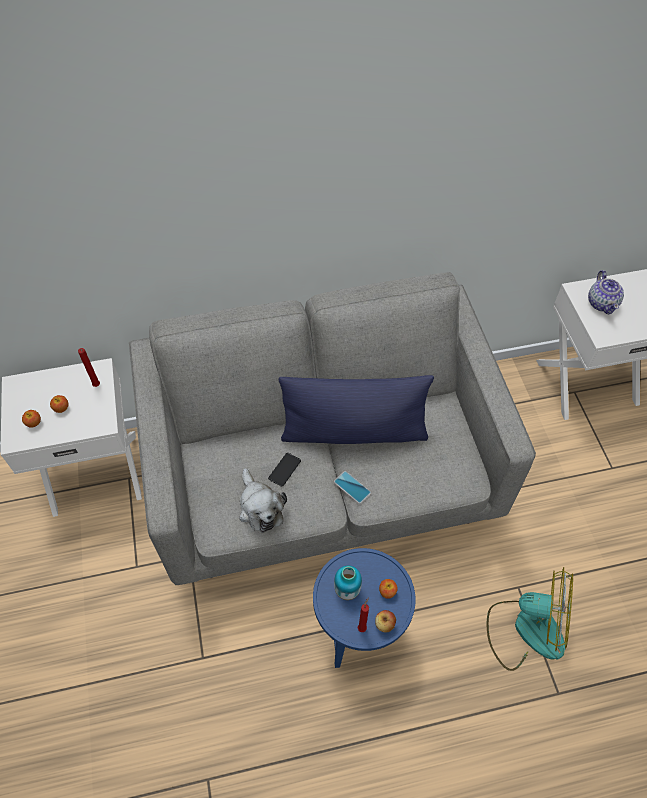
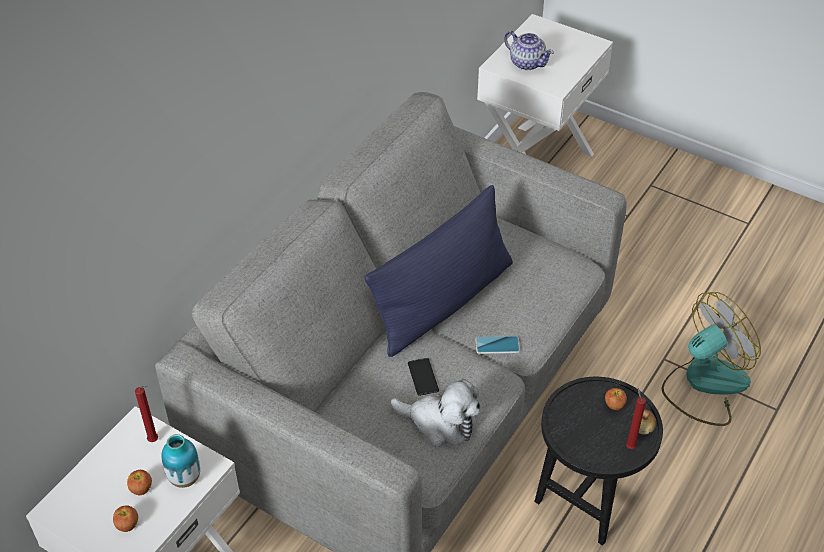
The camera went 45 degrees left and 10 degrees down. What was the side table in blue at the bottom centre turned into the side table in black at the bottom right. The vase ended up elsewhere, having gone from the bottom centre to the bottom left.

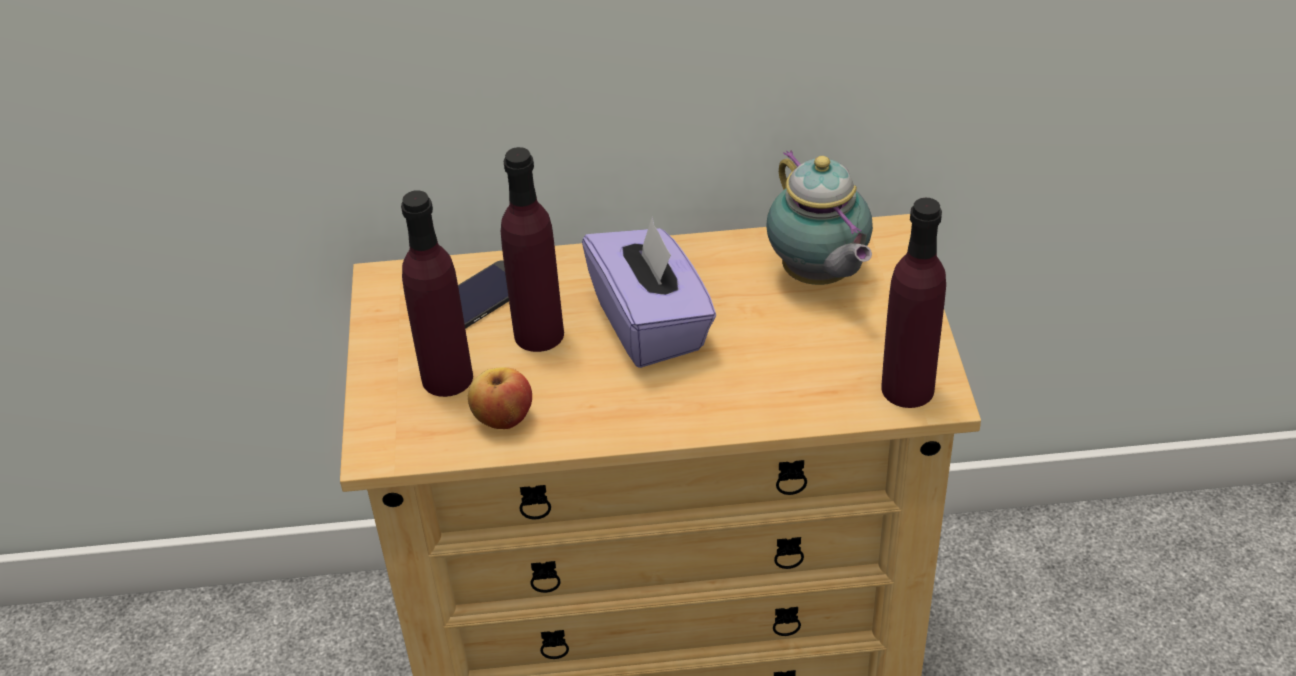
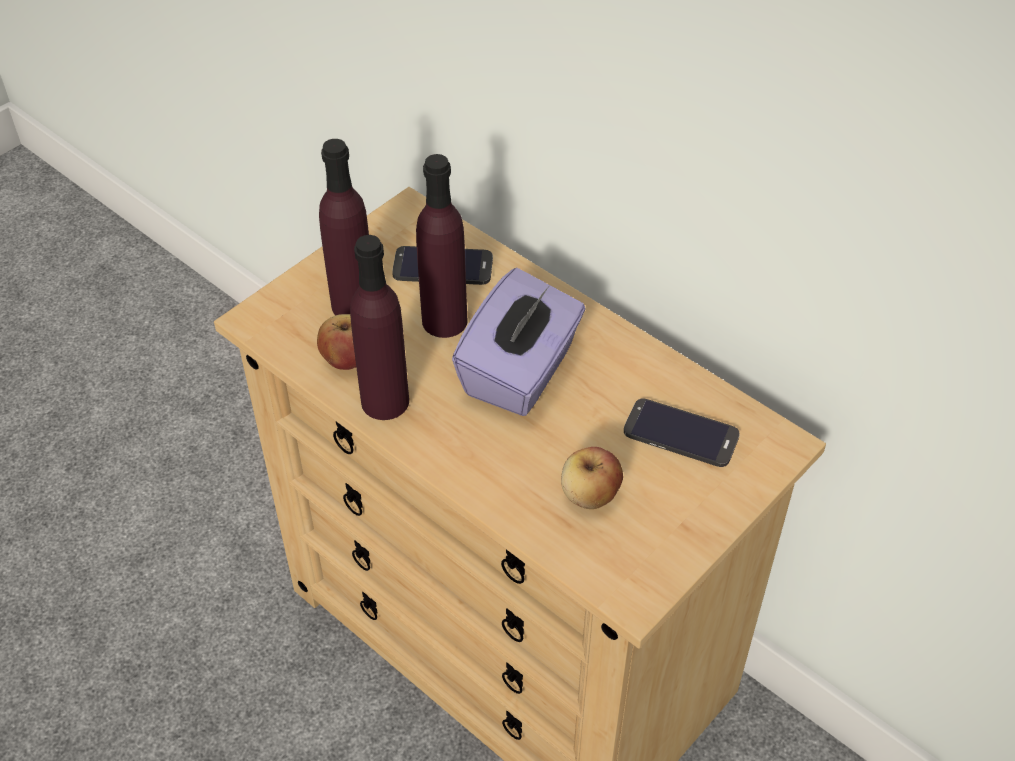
The camera went 45 degrees right and 5 degrees up. Where the teapot stood at the top centre, the phone (no. 2 from left) came to stand at the middle right. The bottle in purple (no. 3 from left in the first image) ended up elsewhere, having gone from the middle right to the centre. The second view gained the apple (no. 2 from left) at the centre.

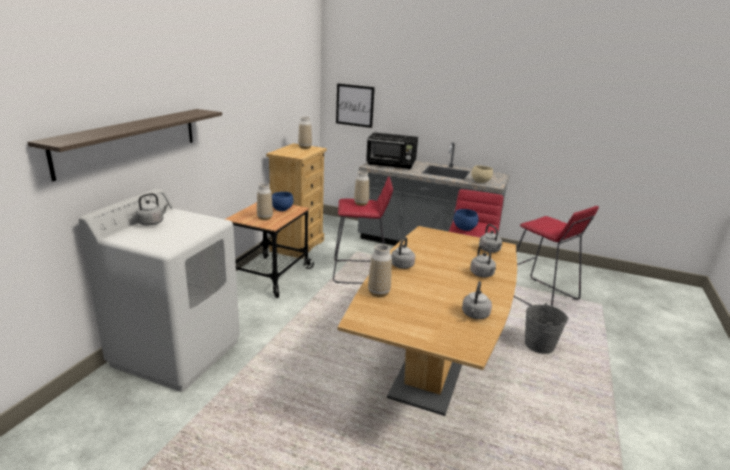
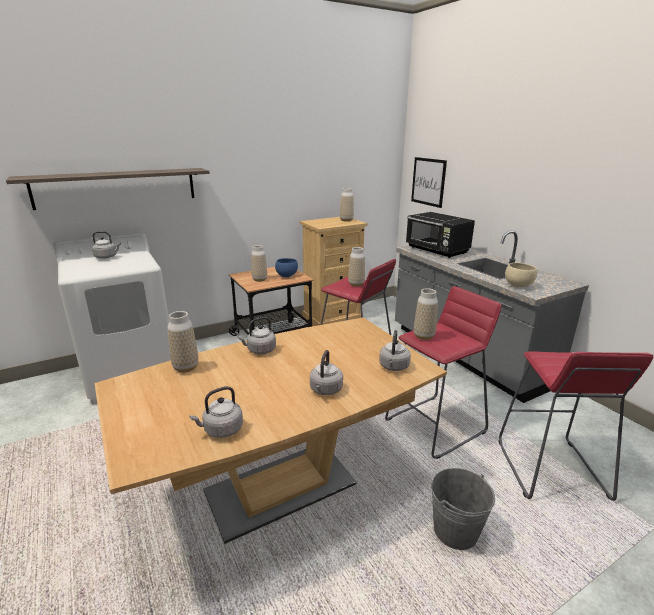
The camera went 40 degrees right and 0 degrees up. Where the bowl in blue (no. 2 from left) stood at the centre, the vase (no. 5 from left) came to stand at the centre.

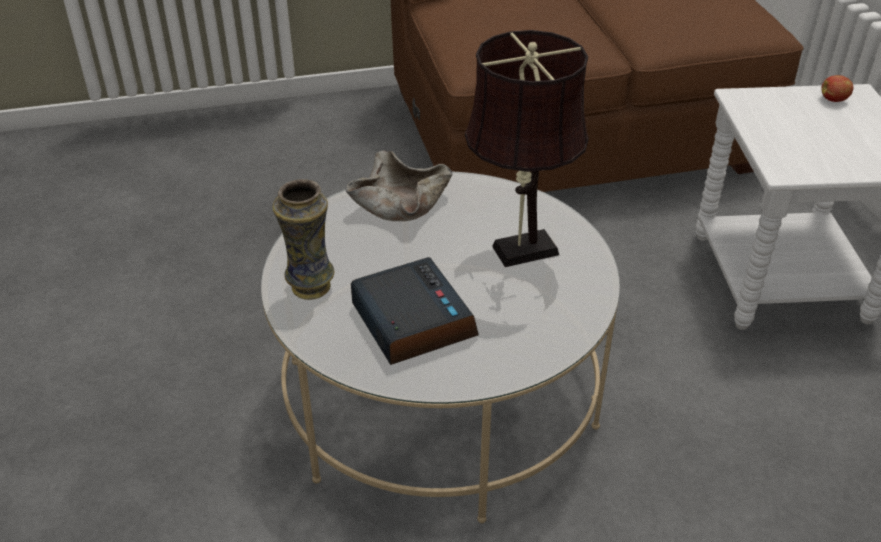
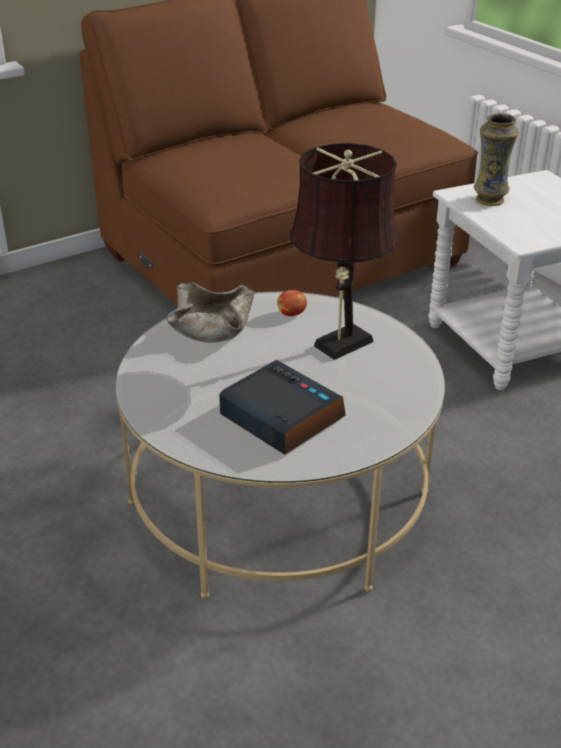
The camera went 20 degrees left and 5 degrees down. The vase ended up elsewhere, having gone from the centre to the top right. The apple ended up elsewhere, having gone from the top right to the centre.

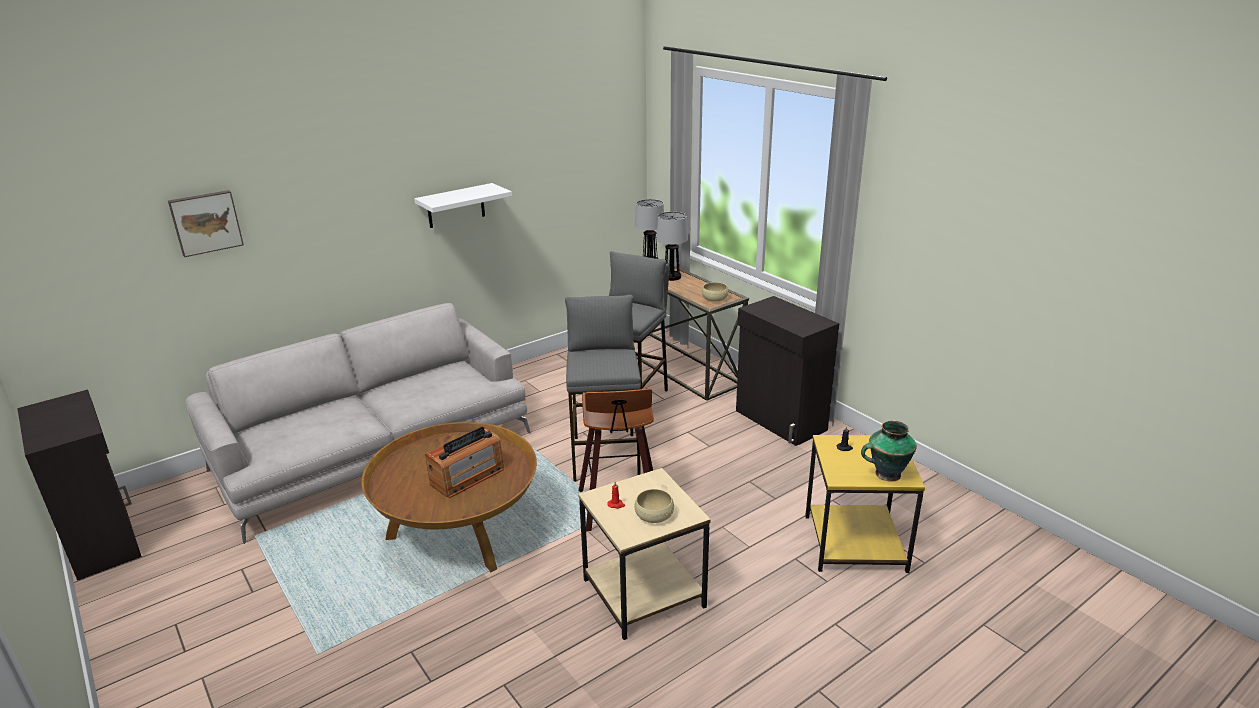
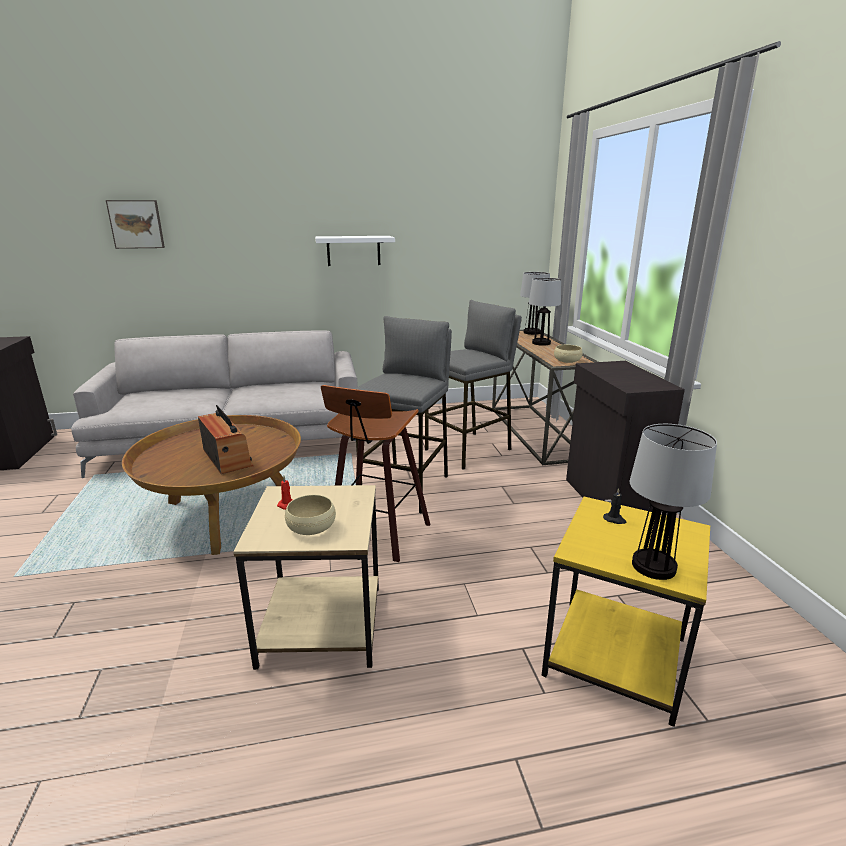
The camera went 25 degrees right and 5 degrees down. The radio at the centre ended up facing another way, 105 degrees counterclockwise from before. Where the vase stood at the middle right, the table lamp (no. 3 from left) came to stand at the middle right.

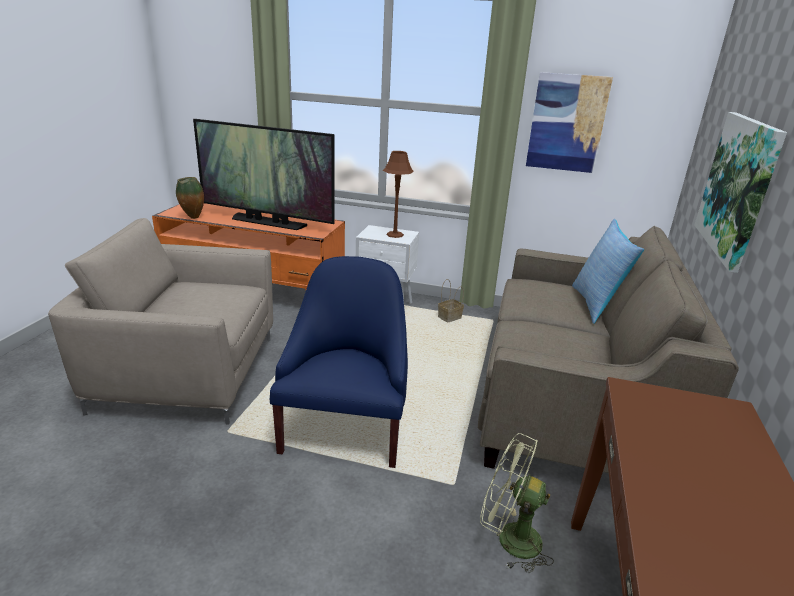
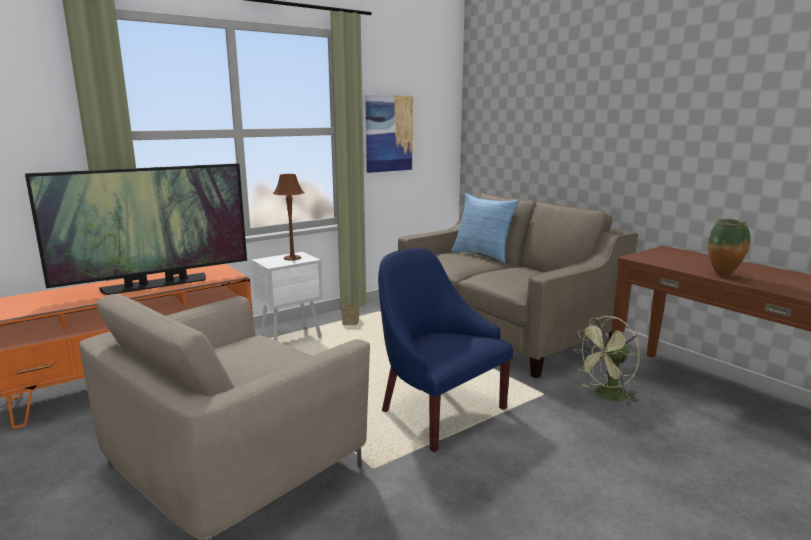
The camera went 50 degrees left and 10 degrees down. The vase ended up elsewhere, having gone from the top left to the middle right. The second view lost the picture (no. 2 from left) at the top right.

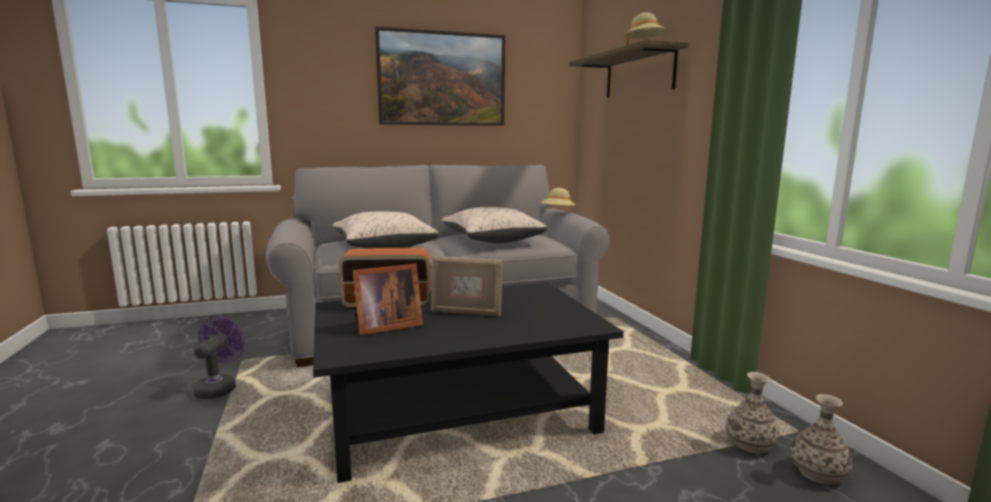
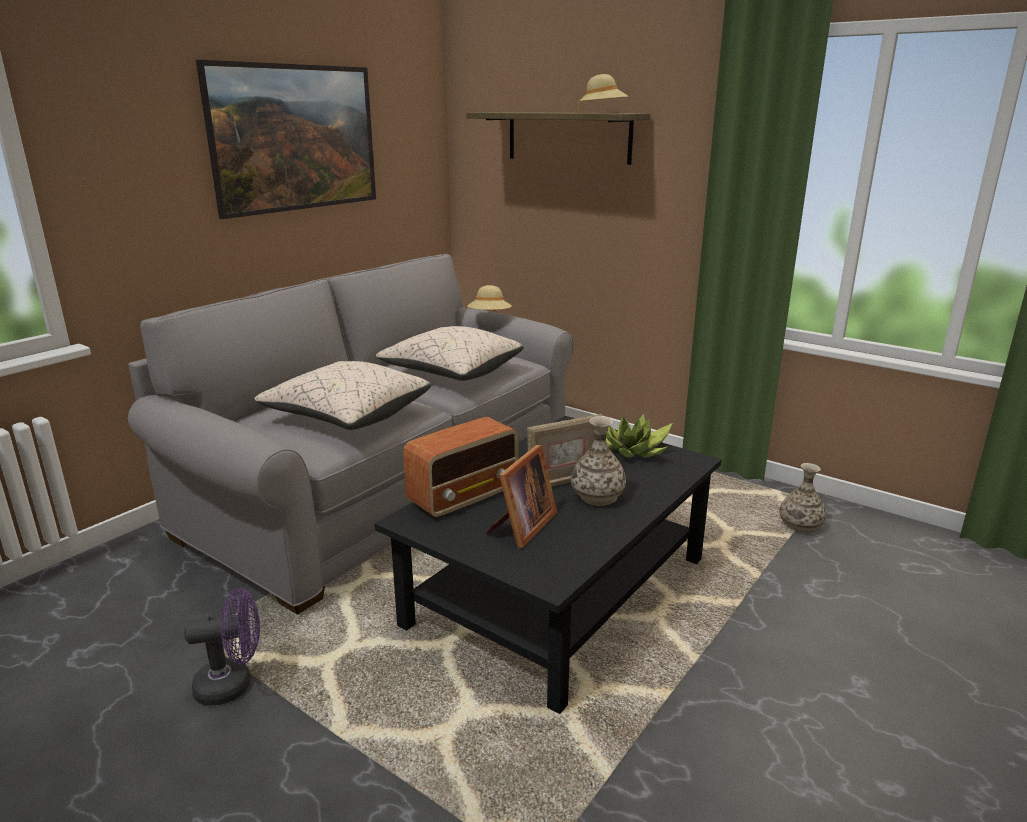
The camera went 35 degrees left and 10 degrees up. The fan in purple at the bottom left ended up facing another way, 105 degrees clockwise from before. The vase (no. 2 from left in the first image) ended up elsewhere, having gone from the bottom right to the centre. The second view gained the potted plant at the centre.

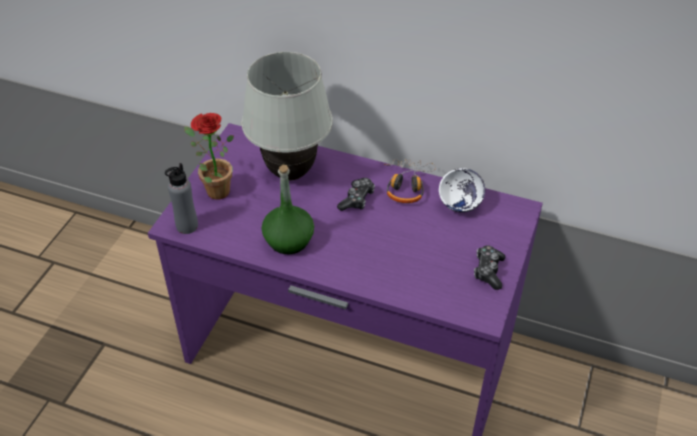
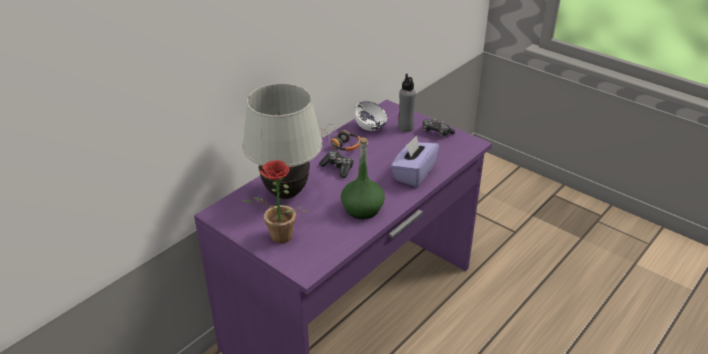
The camera went 70 degrees left and 10 degrees down. The bottle in grey ended up elsewhere, having gone from the middle left to the top centre. The second view gained the tissue box in purple at the centre.

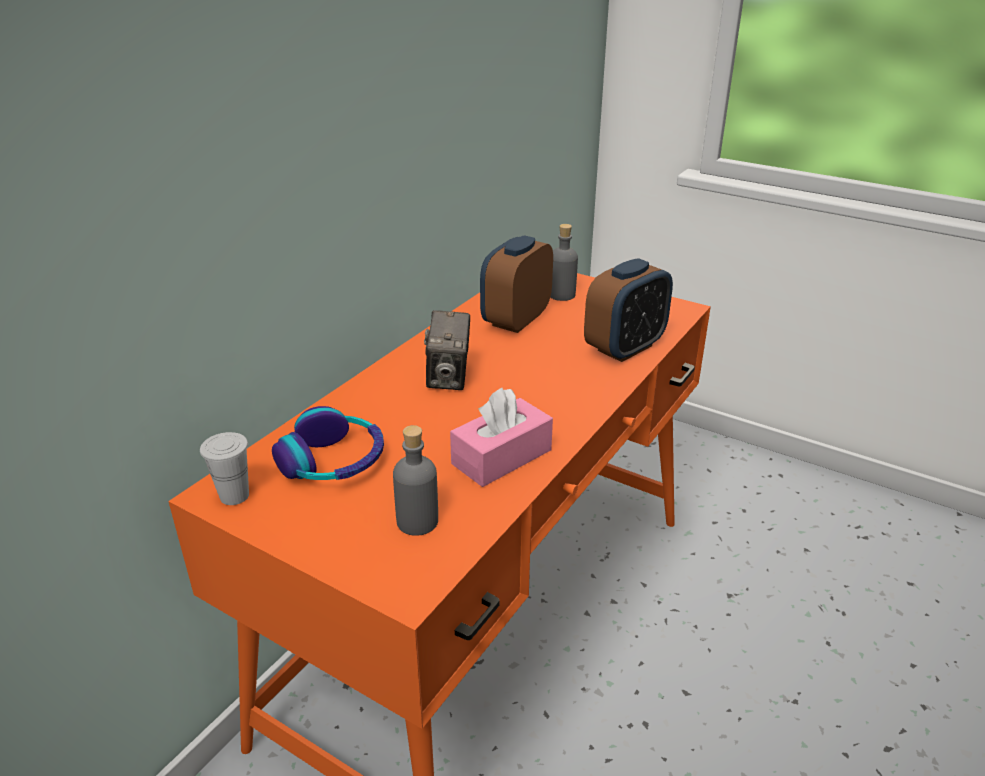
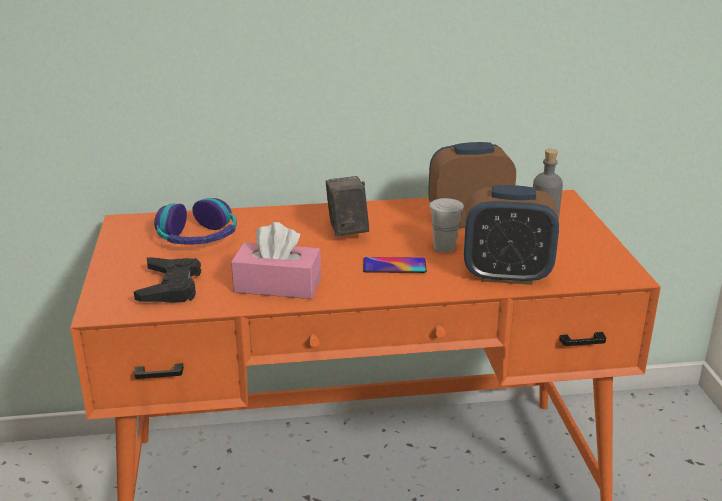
The camera went 50 degrees right and 5 degrees down. The cup in white ended up elsewhere, having gone from the middle left to the centre. Where the bottle in grey (no. 1 from left) stood at the centre, the game controller in black came to stand at the middle left. The photo camera at the centre ended up facing another way, 120 degrees clockwise from before. The second view gained the phone at the centre.

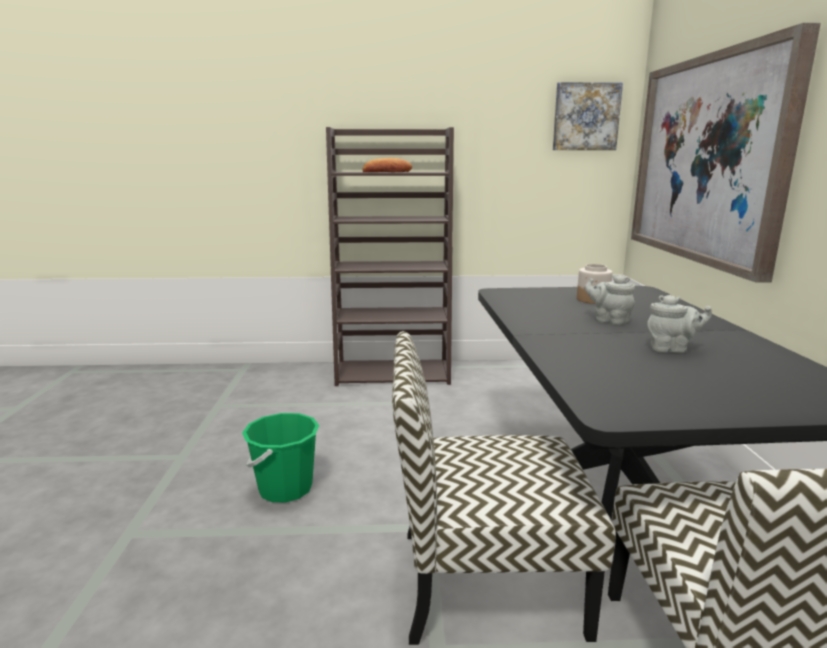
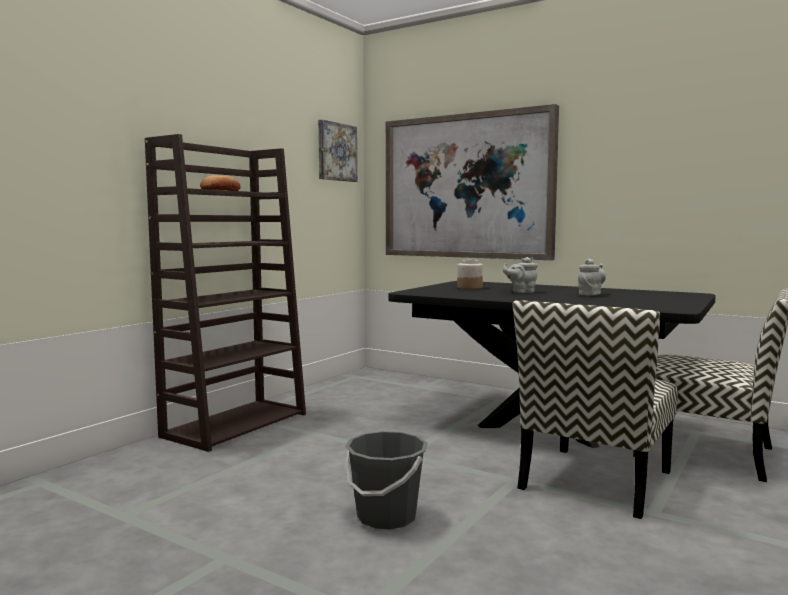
The camera went 55 degrees left and 10 degrees down. What was the bucket in green at the bottom centre turned into the bucket in grey at the bottom centre.

